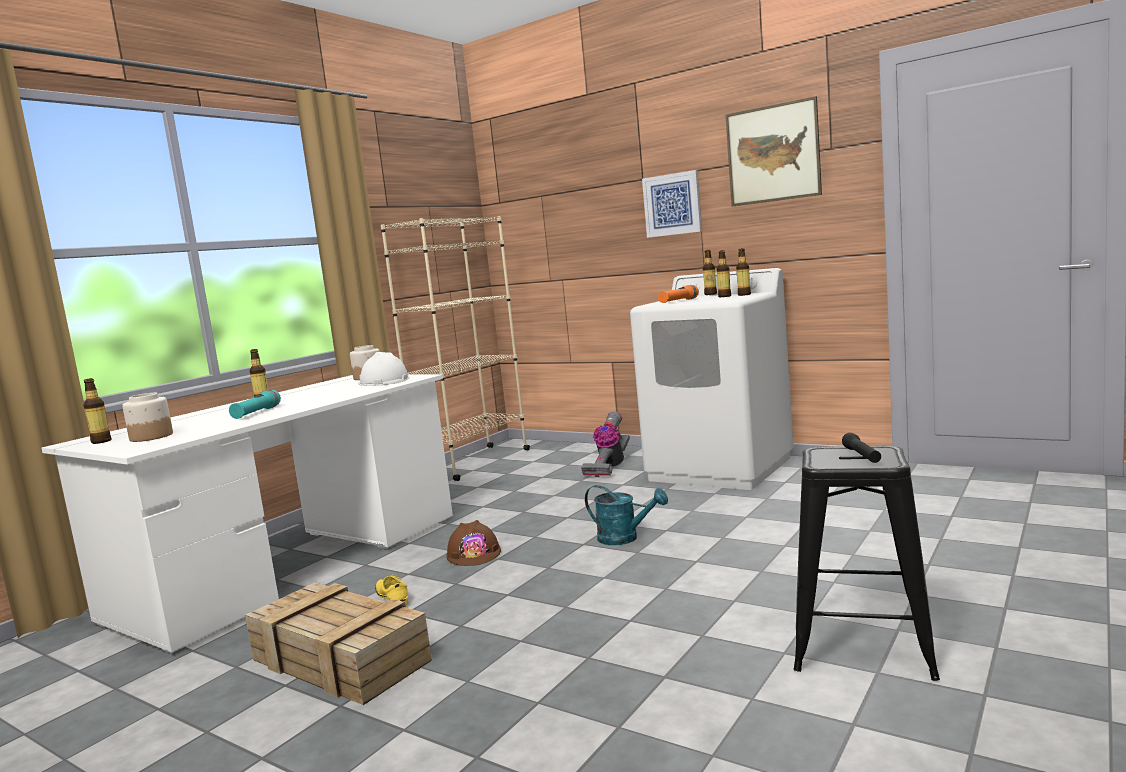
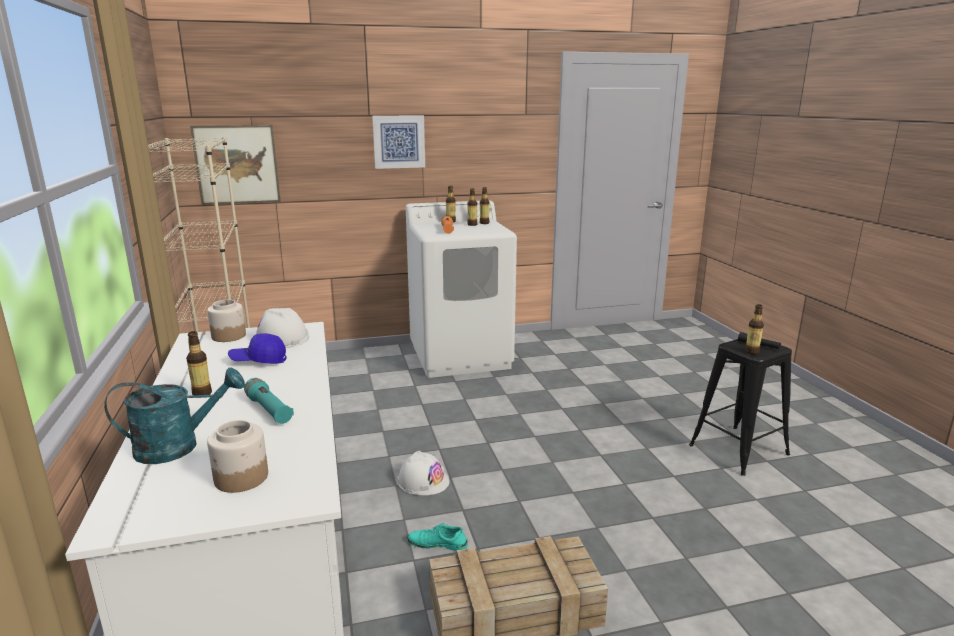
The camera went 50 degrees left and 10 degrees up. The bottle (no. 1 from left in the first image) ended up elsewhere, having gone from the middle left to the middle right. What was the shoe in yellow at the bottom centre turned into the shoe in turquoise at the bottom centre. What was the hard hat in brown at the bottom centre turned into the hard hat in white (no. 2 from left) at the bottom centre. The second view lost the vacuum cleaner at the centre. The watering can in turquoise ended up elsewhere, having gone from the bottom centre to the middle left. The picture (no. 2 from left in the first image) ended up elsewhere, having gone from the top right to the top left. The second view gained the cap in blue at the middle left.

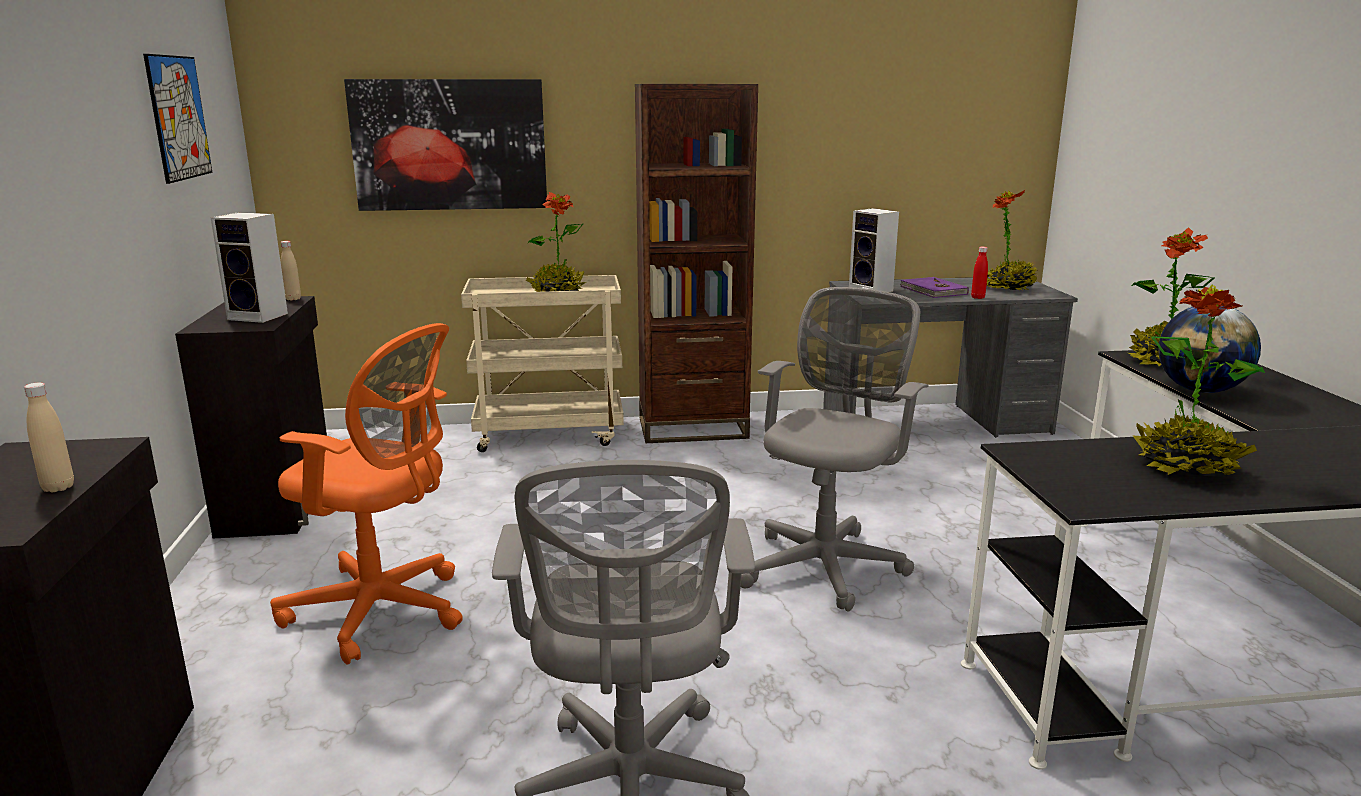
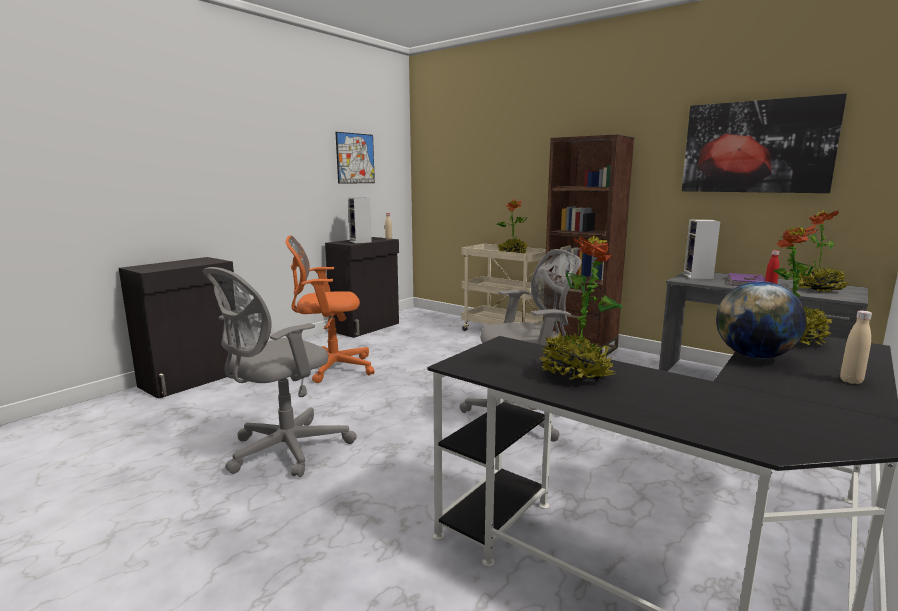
The camera went 45 degrees right and 5 degrees down. The bottle in beige (no. 1 from left in the first image) ended up elsewhere, having gone from the middle left to the middle right. The office chair in orange at the middle left ended up facing another way, 105 degrees clockwise from before. The picture (no. 2 from left) ended up elsewhere, having gone from the top left to the top right.

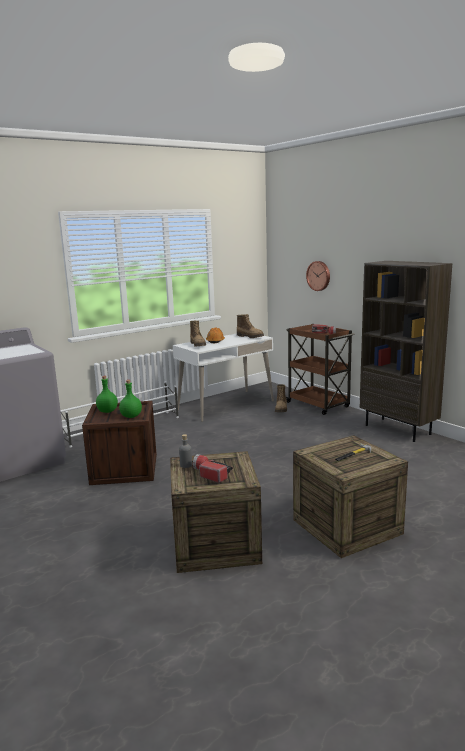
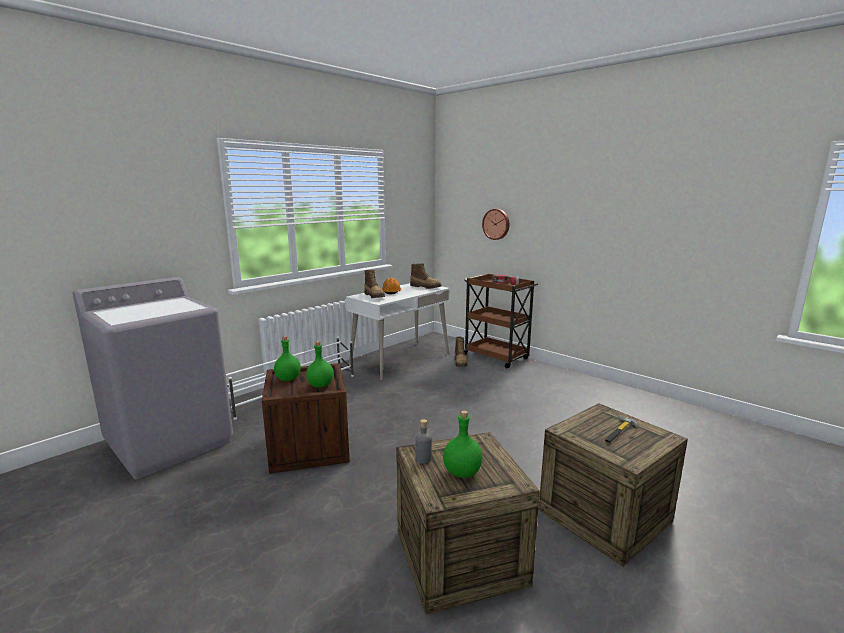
The camera went 10 degrees left and 0 degrees up. Where the flashlight (no. 1 from left) stood at the centre, the bottle in green (no. 3 from left) came to stand at the bottom centre. The second view lost the bookcase in brown at the middle right.

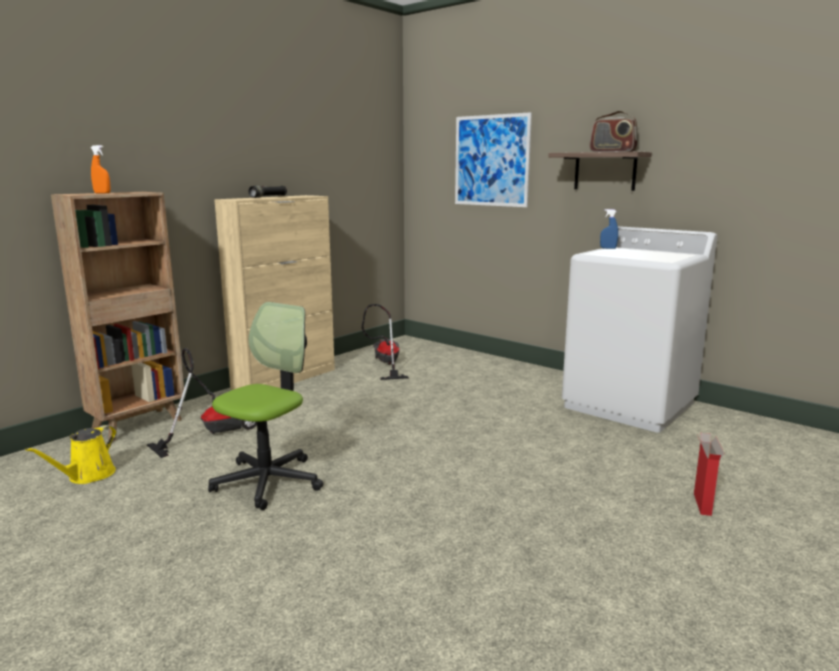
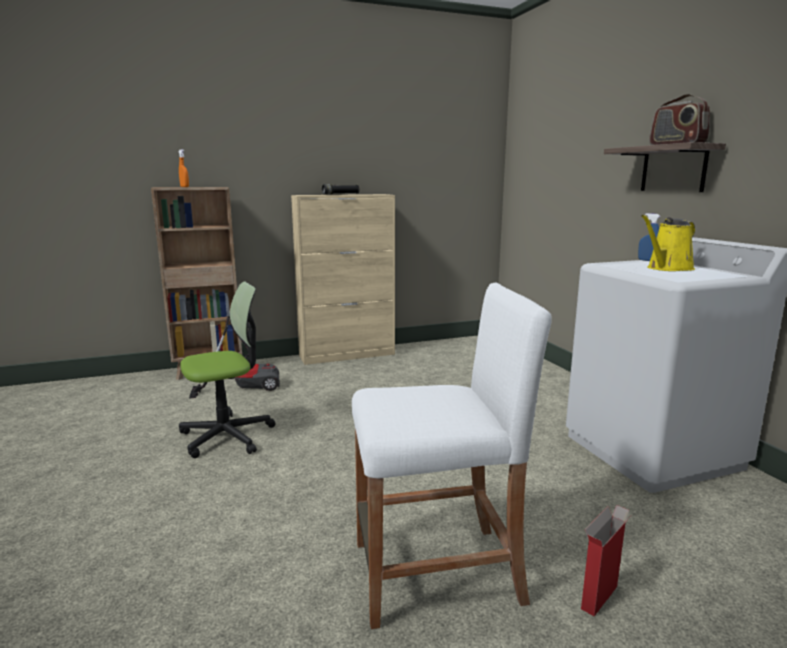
The camera went 30 degrees right and 0 degrees up. The watering can in yellow ended up elsewhere, having gone from the bottom left to the middle right. The second view lost the vacuum cleaner (no. 2 from left) at the centre. The second view lost the picture at the top centre. The second view gained the stool in white at the bottom centre.

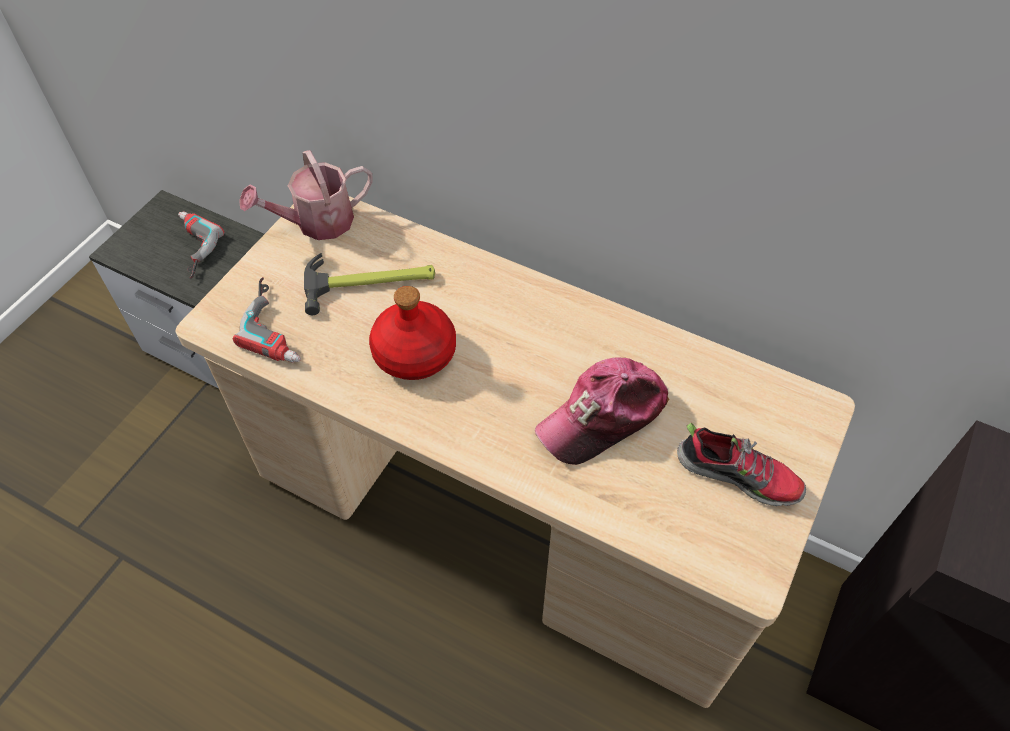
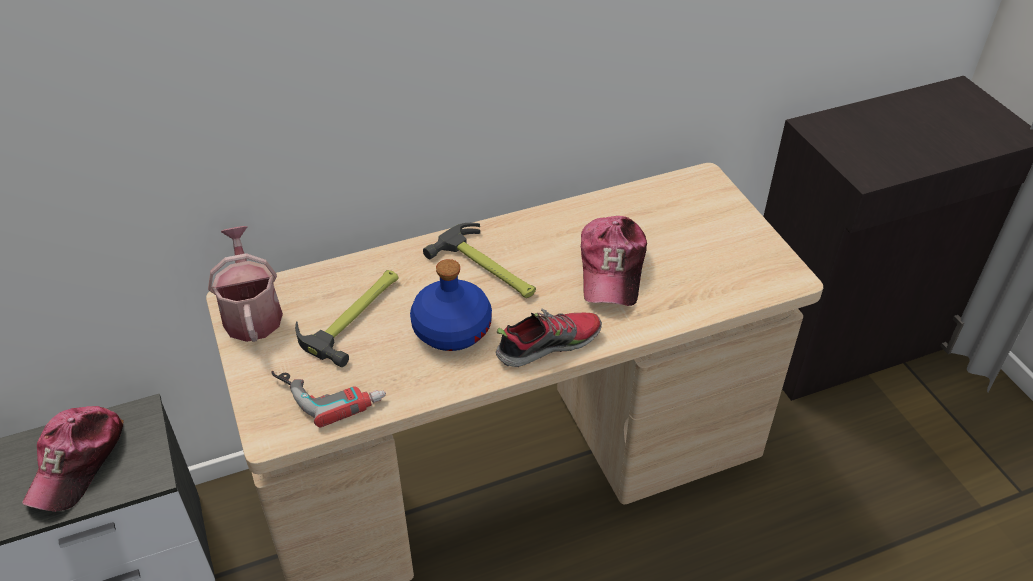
The camera went 50 degrees left and 10 degrees down. Where the power drill (no. 1 from left) stood at the middle left, the cap (no. 1 from left) came to stand at the bottom left. The watering can at the top left ended up facing another way, 150 degrees clockwise from before. What was the bottle in red at the centre turned into the bottle in blue at the centre. The shoe ended up elsewhere, having gone from the middle right to the centre. The second view gained the hammer (no. 2 from left) at the centre.

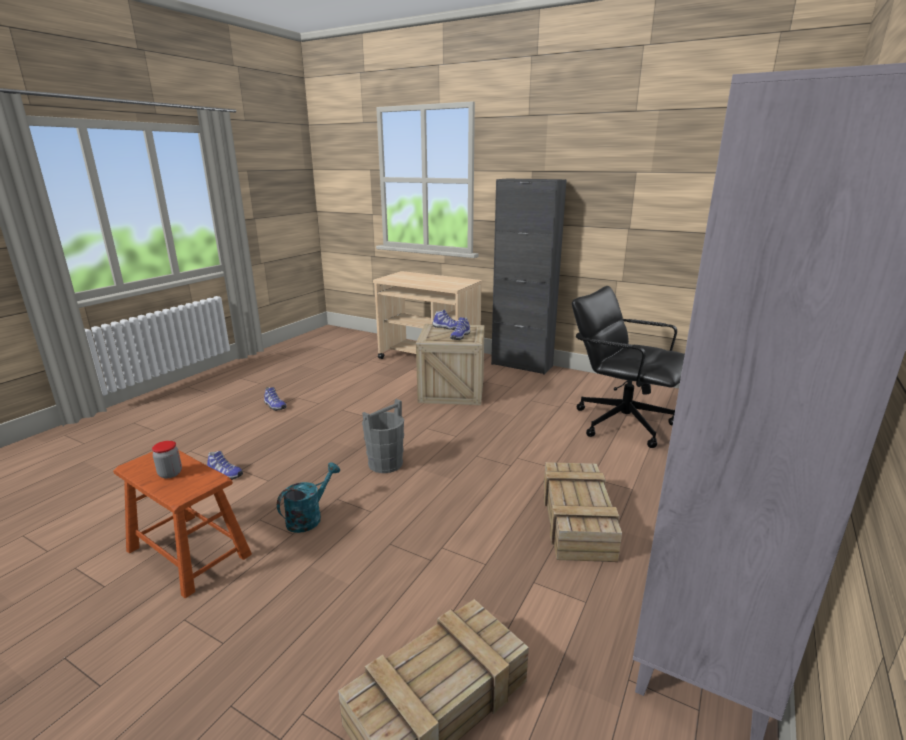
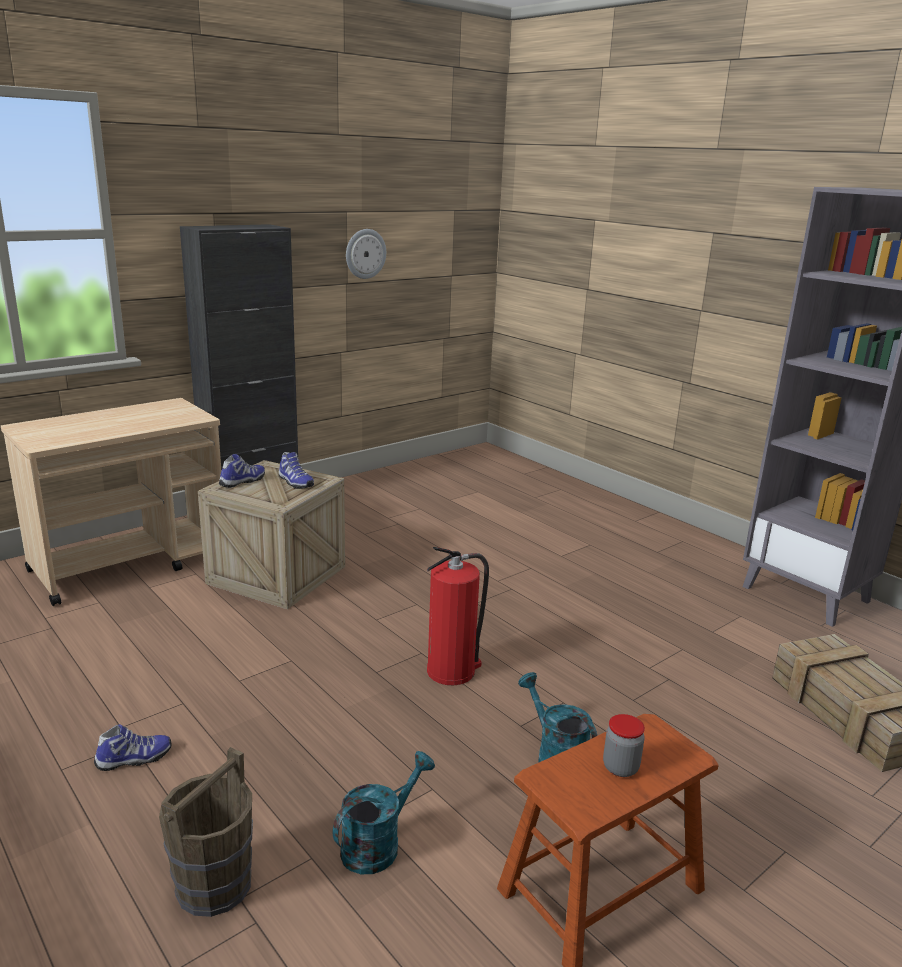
The camera went 70 degrees left and 0 degrees up. Where the shoe (no. 1 from left) stood at the middle left, the watering can in turquoise (no. 1 from left) came to stand at the bottom centre. Where the bucket in grey stood at the centre, the fire extinguisher came to stand at the centre. The second view lost the crate (no. 3 from left) at the bottom centre. The second view lost the office chair in black at the middle right. The second view gained the bucket in brown at the bottom left. The second view gained the wall clock at the top centre.

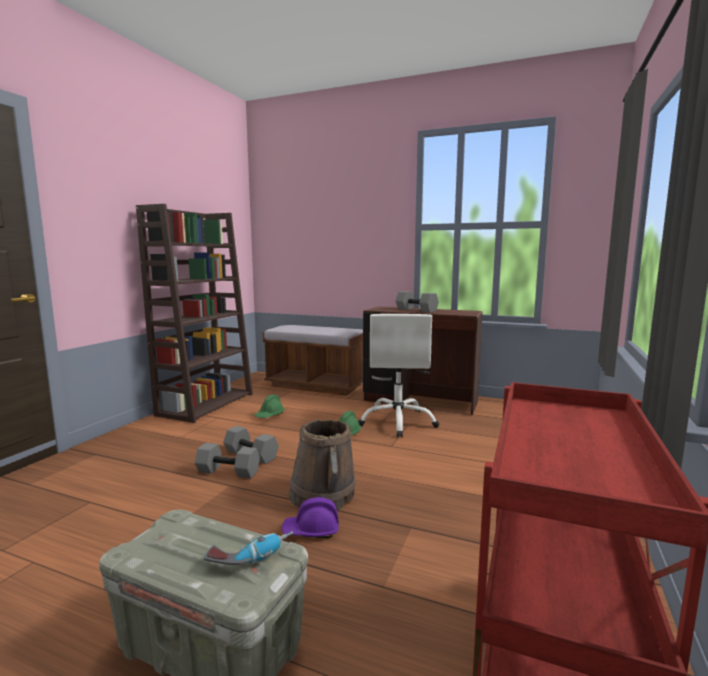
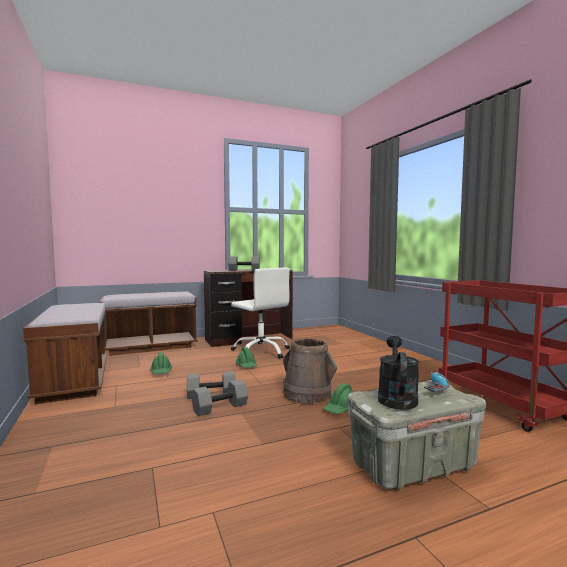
The camera went 45 degrees left and 5 degrees down. Where the bookcase in brown stood at the middle left, the bench in brown (no. 1 from left) came to stand at the middle left. What was the hard hat in purple at the bottom centre turned into the hard hat in green (no. 3 from left) at the bottom centre. The second view gained the watering can in black at the middle right.

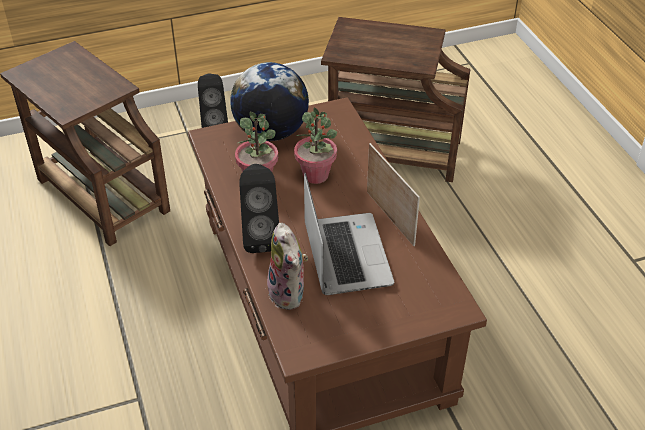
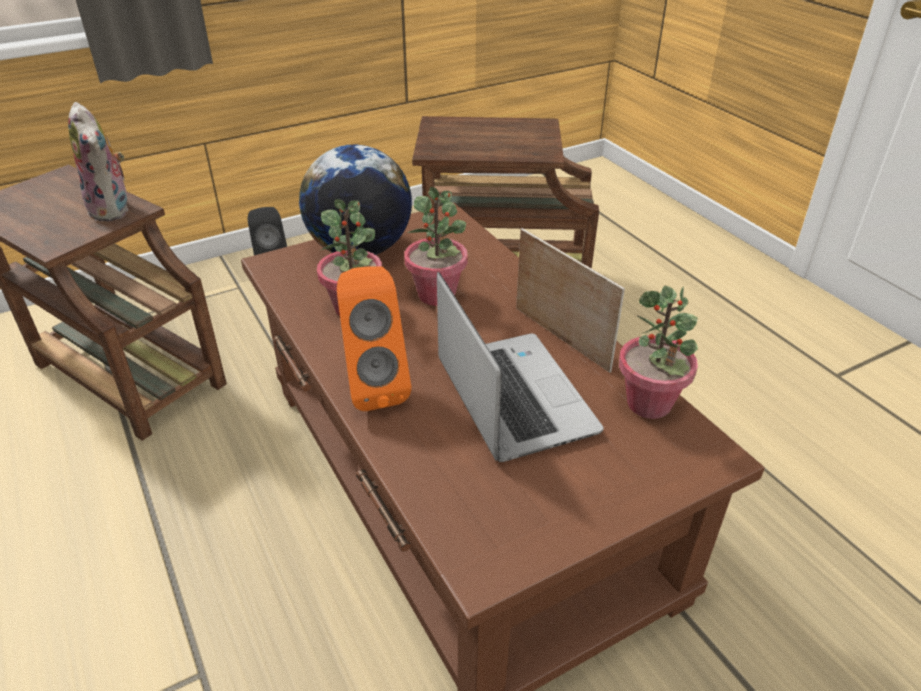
The camera went 10 degrees left and 5 degrees down. What was the speaker in black (no. 2 from left) at the centre turned into the speaker in orange at the centre. The plush toy ended up elsewhere, having gone from the centre to the top left. The second view gained the potted plant (no. 3 from left) at the middle right.

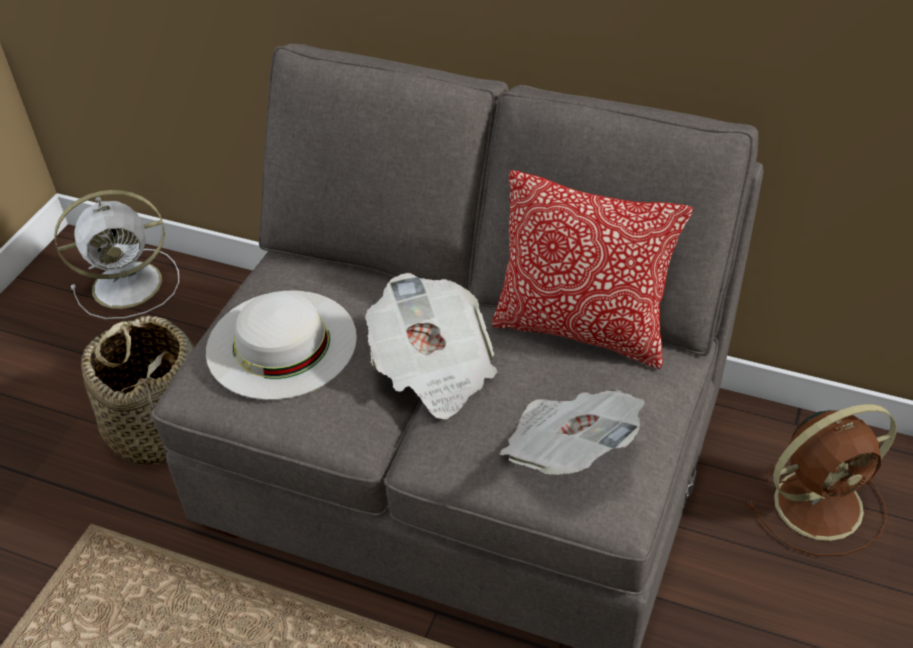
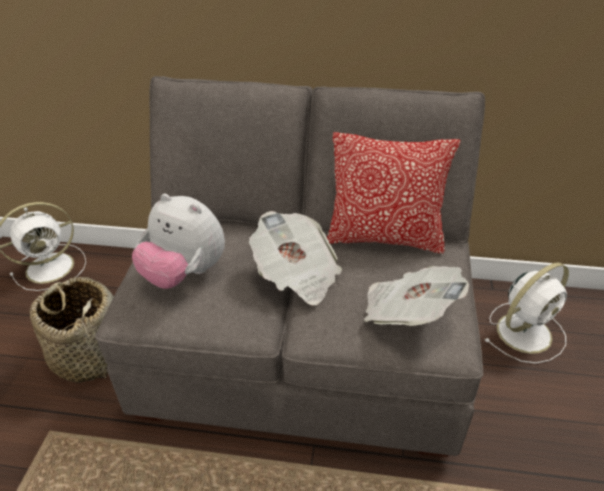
The camera went 15 degrees left and 5 degrees down. Where the hat in white stood at the middle left, the plush toy came to stand at the middle left. What was the fan in brown at the bottom right turned into the fan in white (no. 2 from left) at the middle right.

